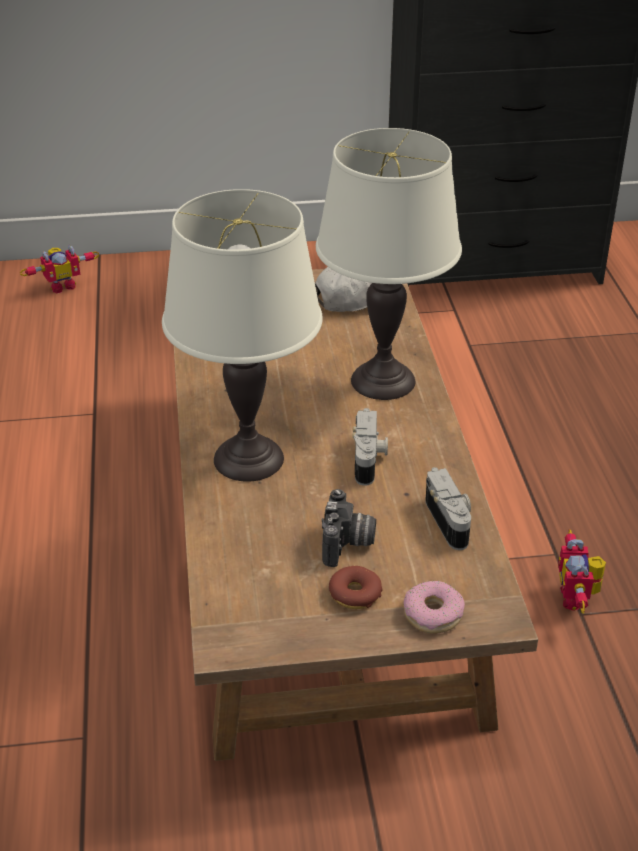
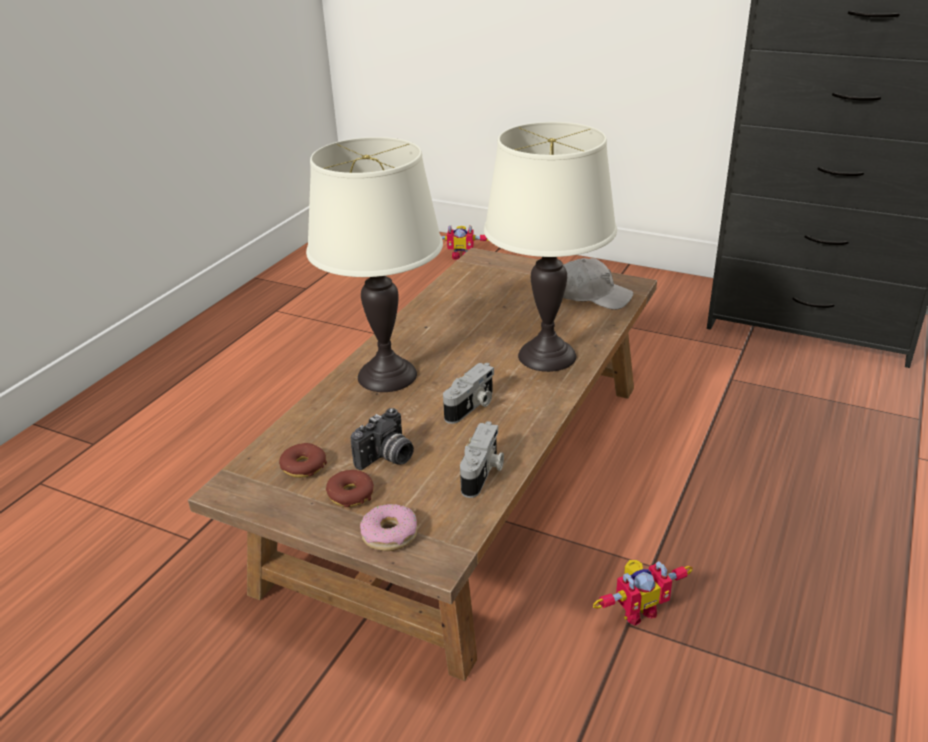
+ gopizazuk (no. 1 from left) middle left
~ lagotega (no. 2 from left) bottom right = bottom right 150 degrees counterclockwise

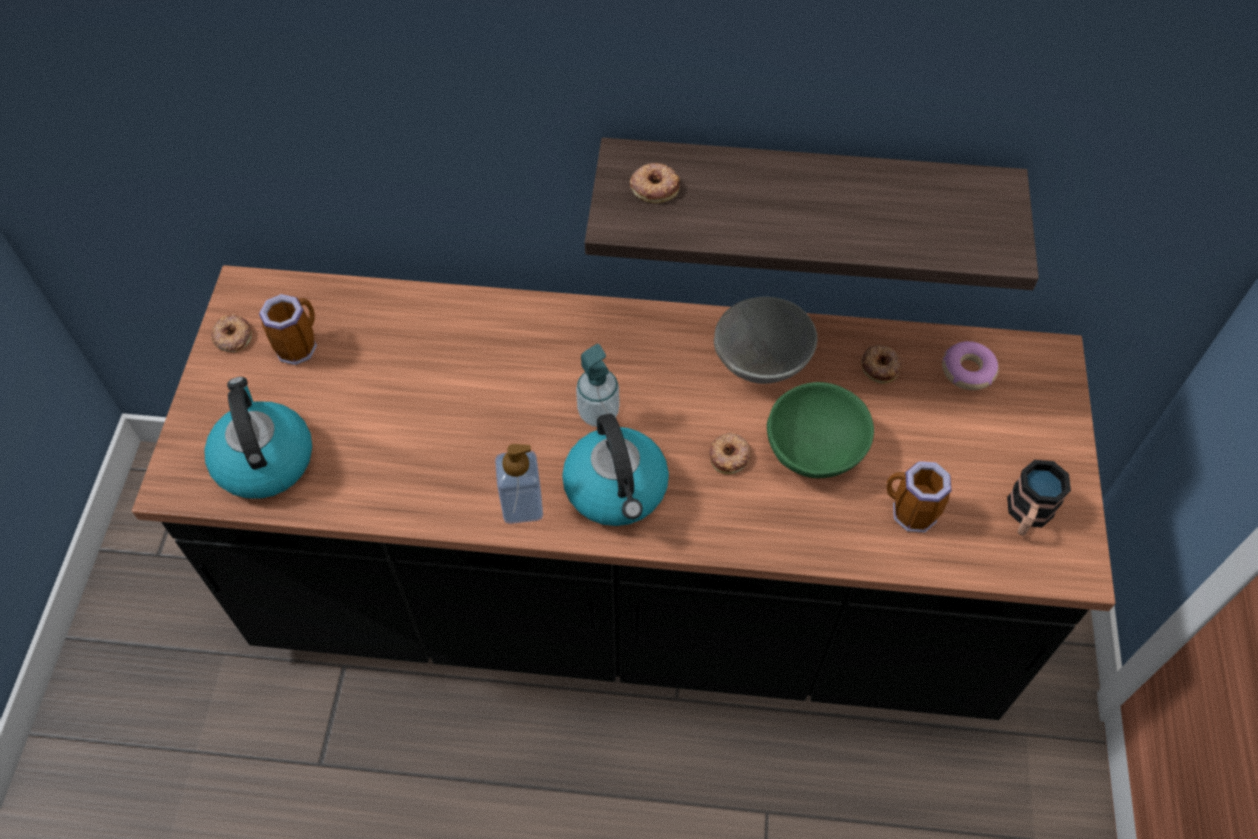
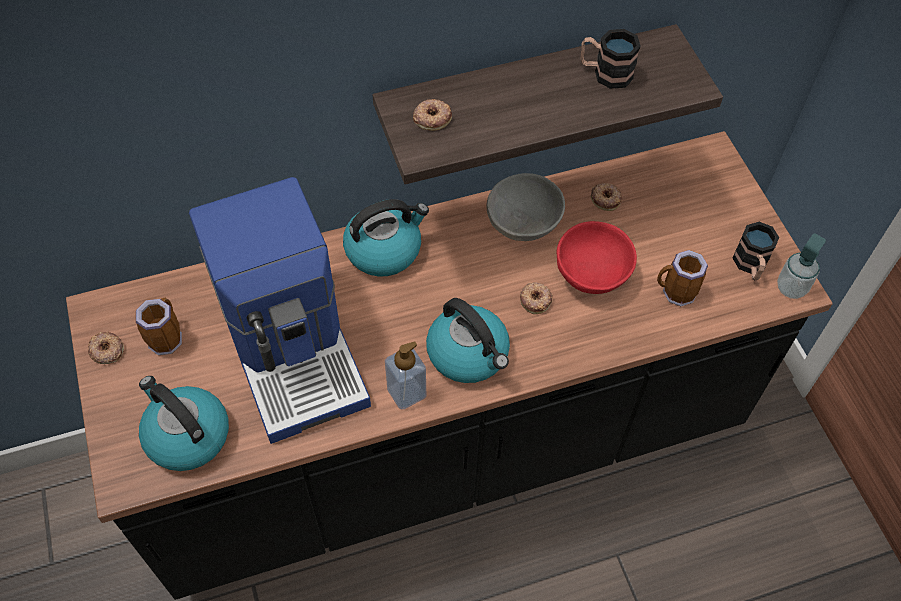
+ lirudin middle left
+ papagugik (no. 2 from left) centre
~ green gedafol centre to red gedafol centre
+ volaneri (no. 2 from left) top right
~ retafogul (no. 2 from left) centre to middle right
- gopizazuk (no. 5 from left) middle right

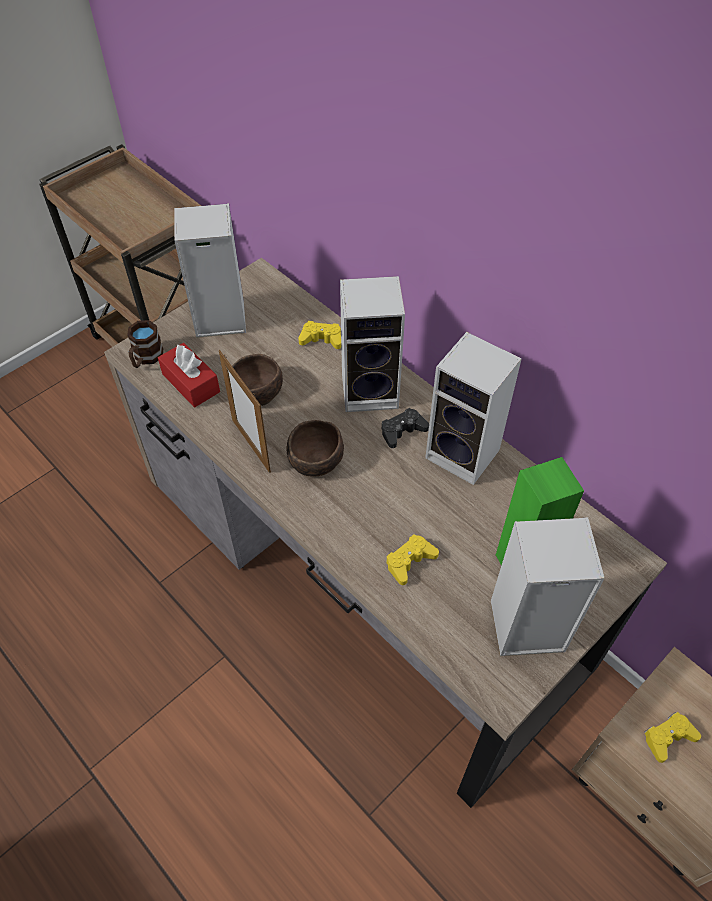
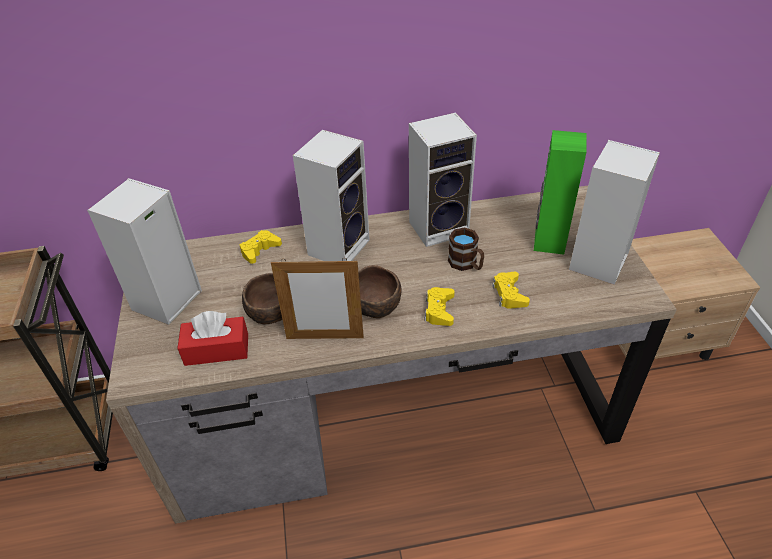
~ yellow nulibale (no. 3 from left in the first image) bottom right to yellow nulibale (no. 2 from left) centre
~ brown volaneri middle left to centre
- black nulibale centre

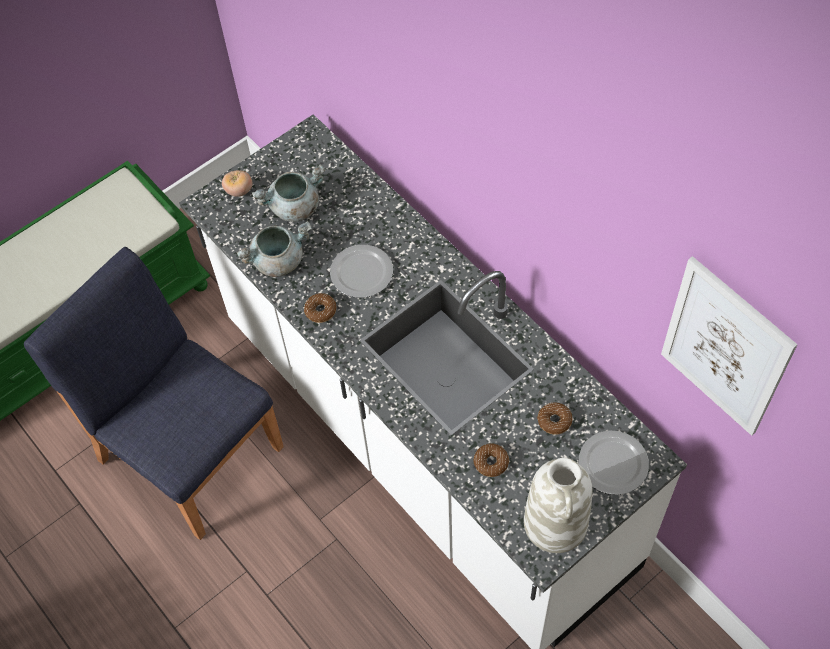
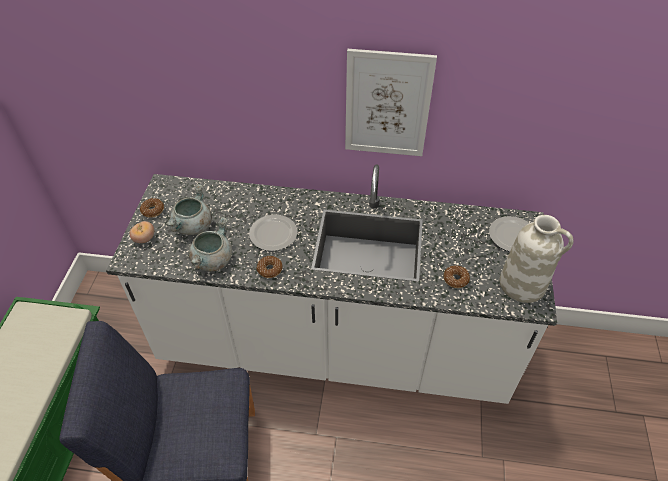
~ gopizazuk (no. 3 from left in the first image) middle right to gopizazuk (no. 1 from left) middle left
~ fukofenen middle right to top centre

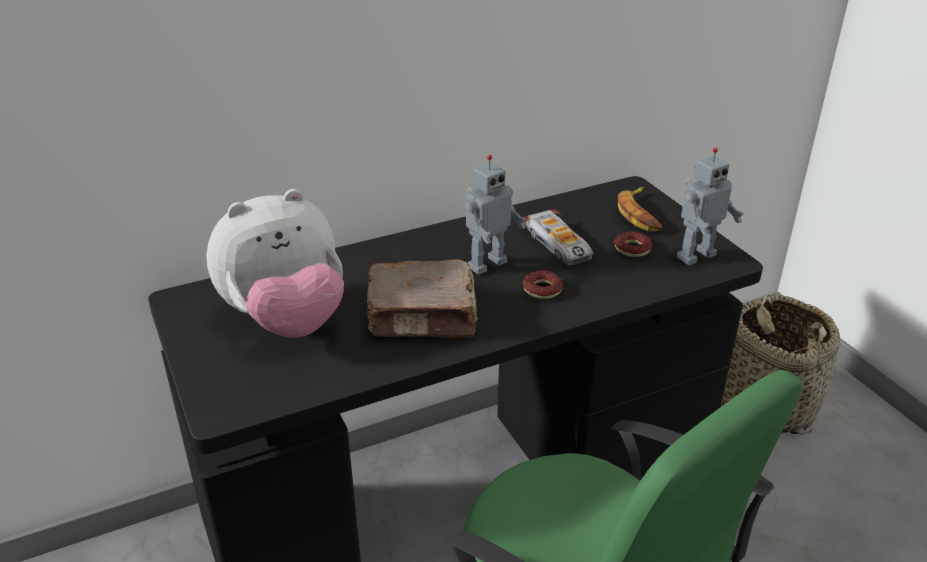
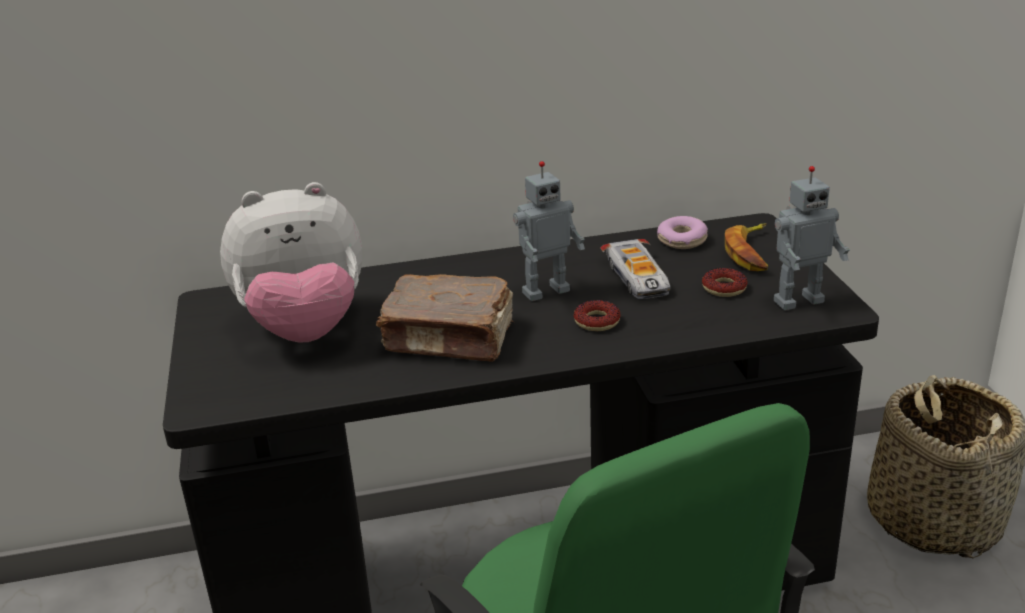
+ gopizazuk (no. 2 from left) centre

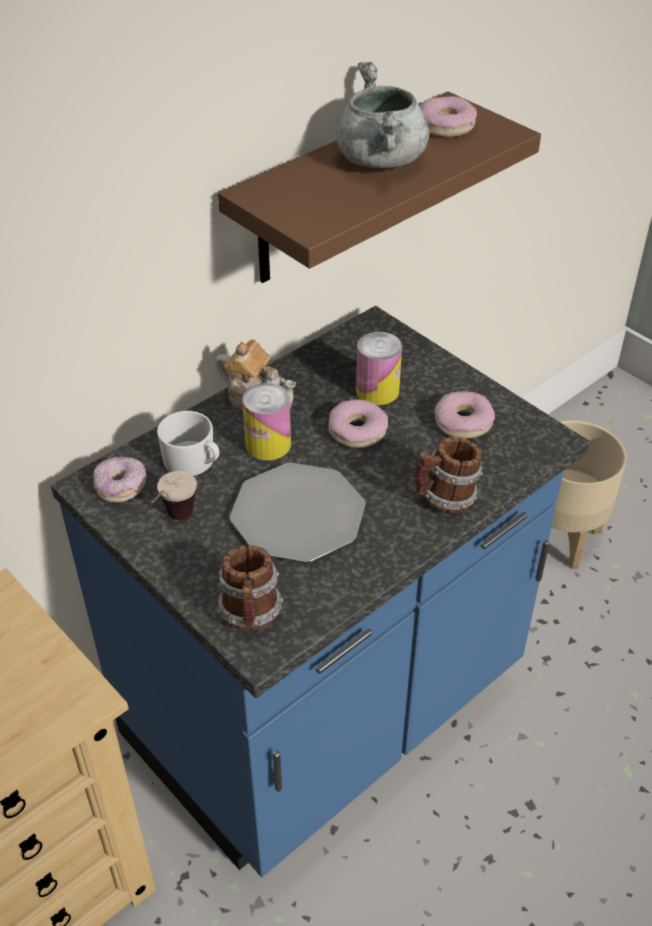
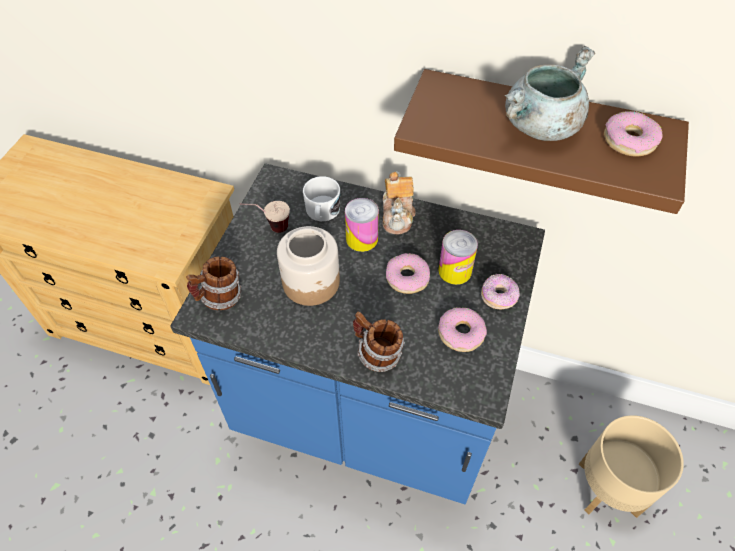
~ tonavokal centre to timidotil centre
~ gopizazuk (no. 1 from left in the first image) middle left to gopizazuk (no. 3 from left) middle right

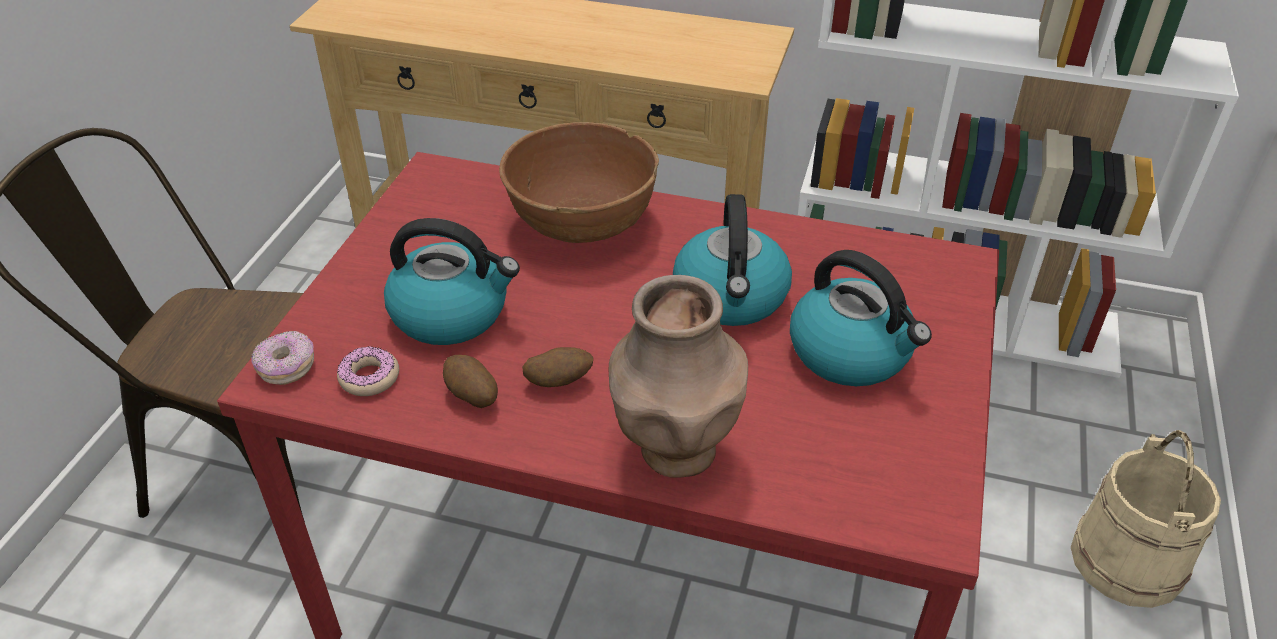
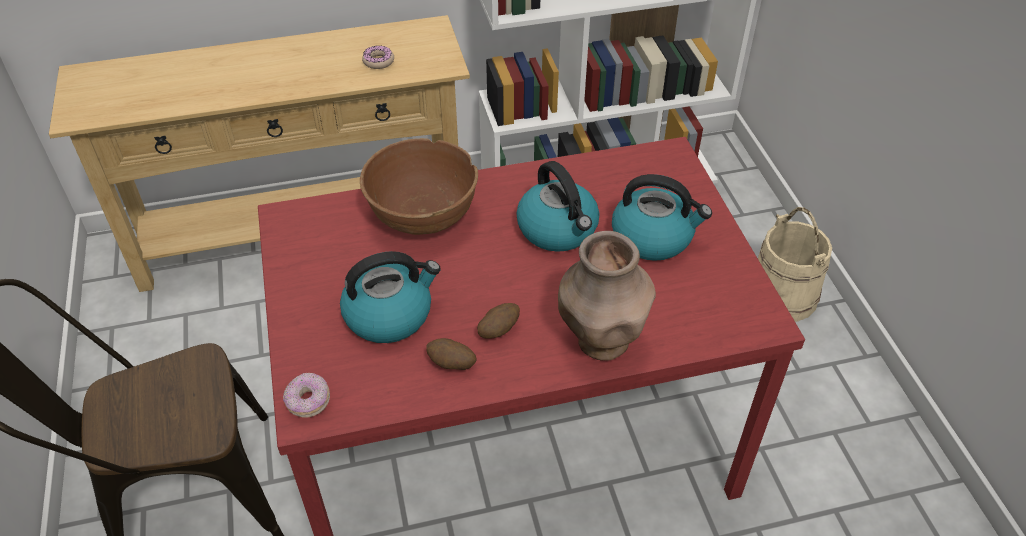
~ gopizazuk (no. 2 from left) middle left to top centre

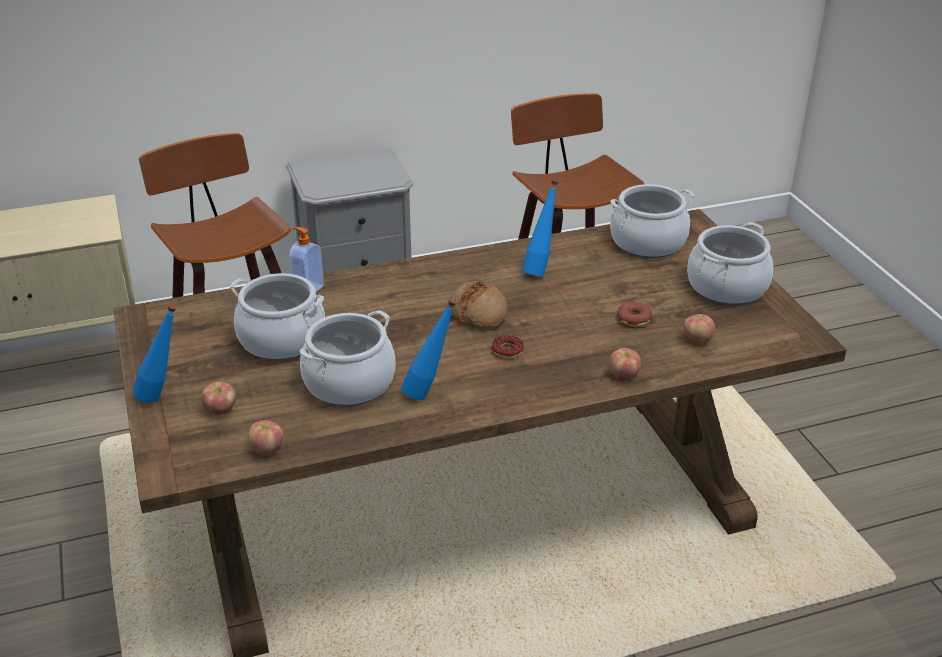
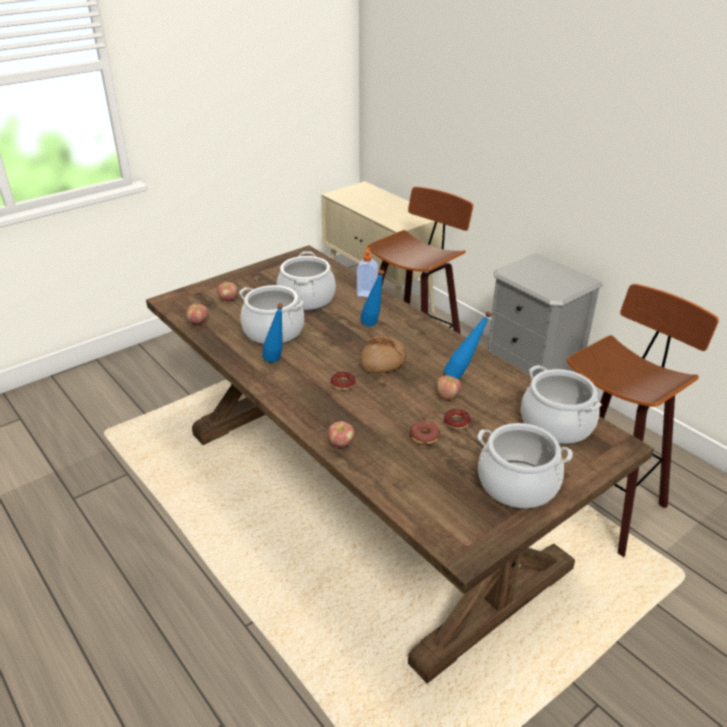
~ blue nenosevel (no. 1 from left in the first image) middle left to blue nenosevel (no. 2 from left) centre
~ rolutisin (no. 4 from left) middle right to centre
+ gopizazuk (no. 3 from left) centre

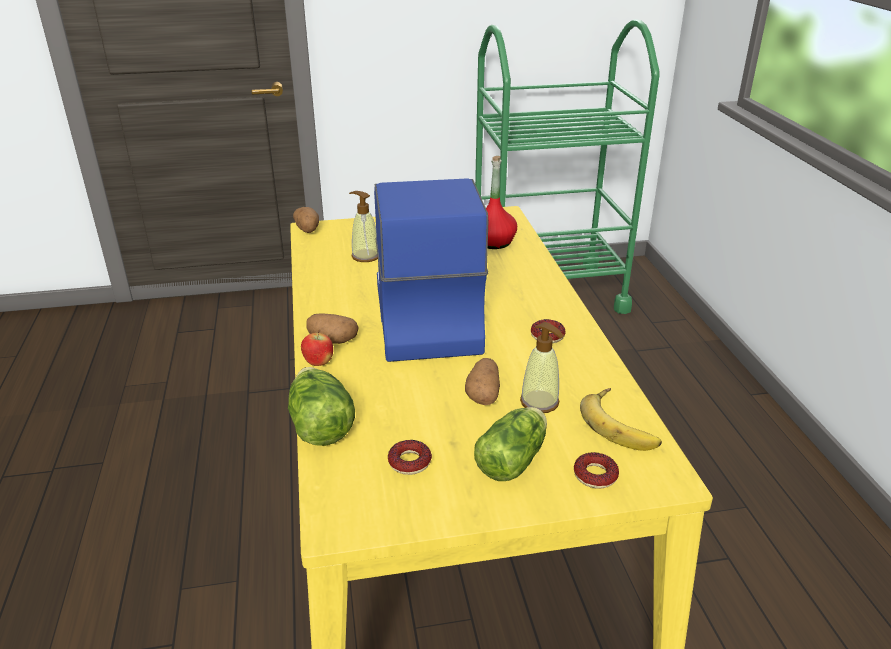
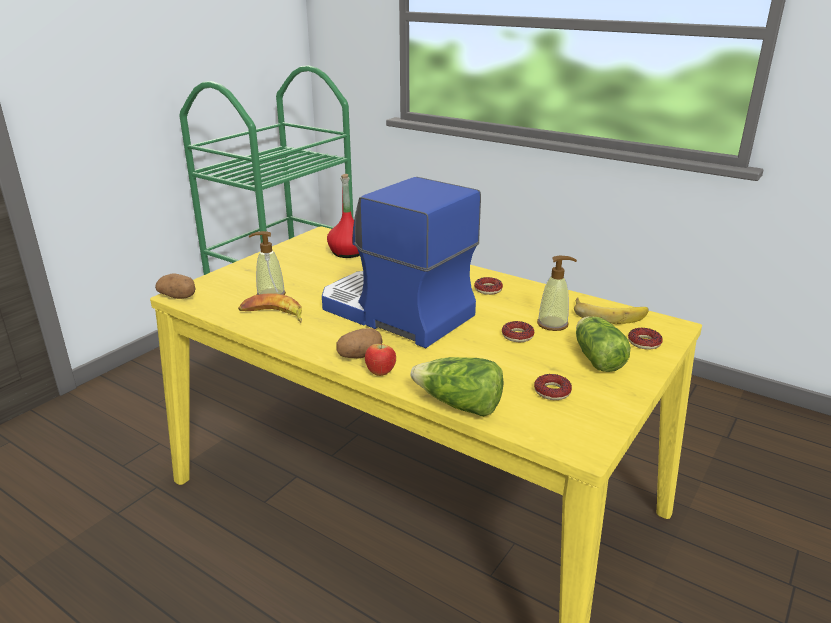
+ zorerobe (no. 1 from left) middle left
~ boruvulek (no. 3 from left) centre to gopizazuk (no. 2 from left) centre

